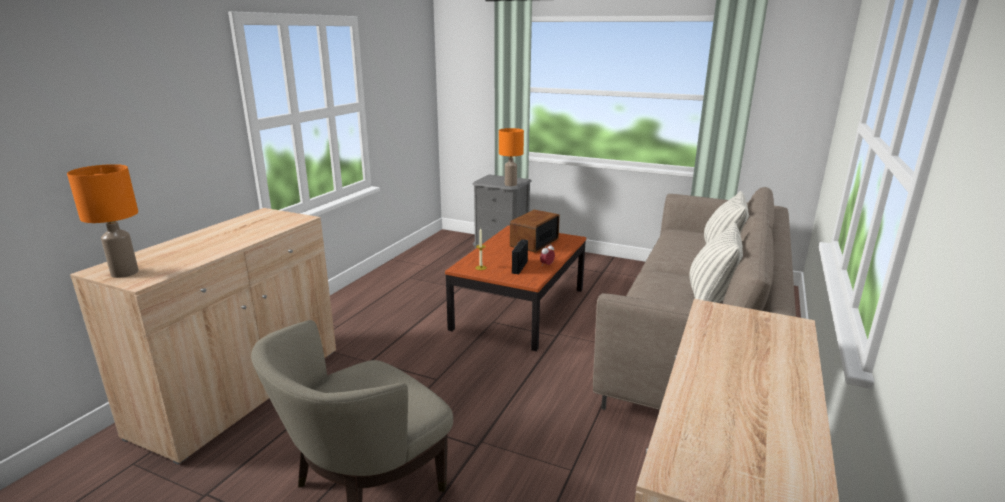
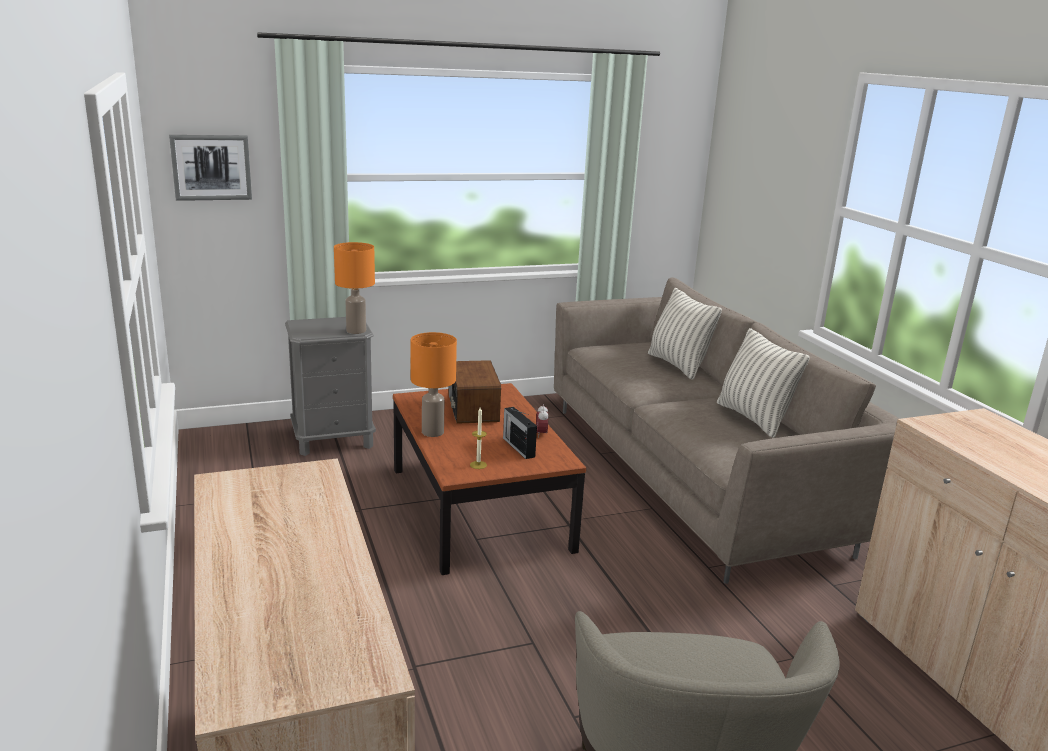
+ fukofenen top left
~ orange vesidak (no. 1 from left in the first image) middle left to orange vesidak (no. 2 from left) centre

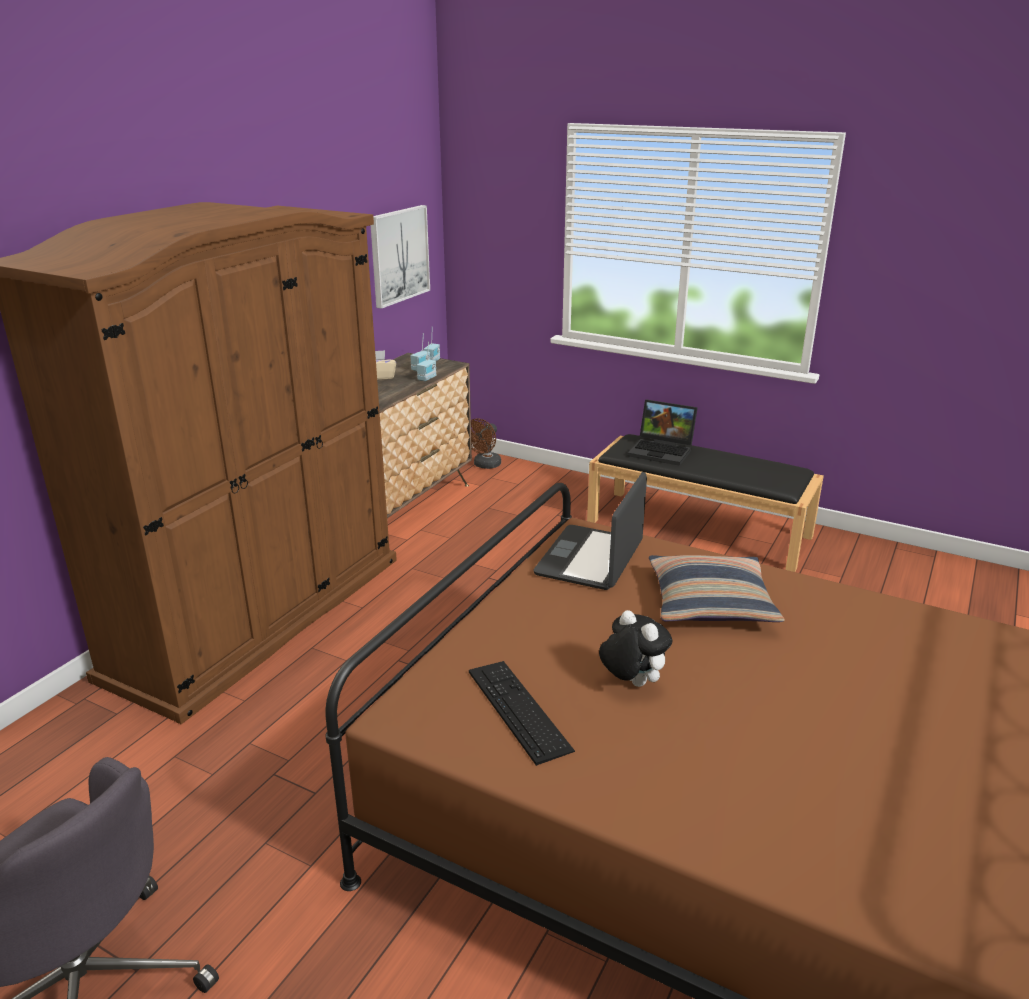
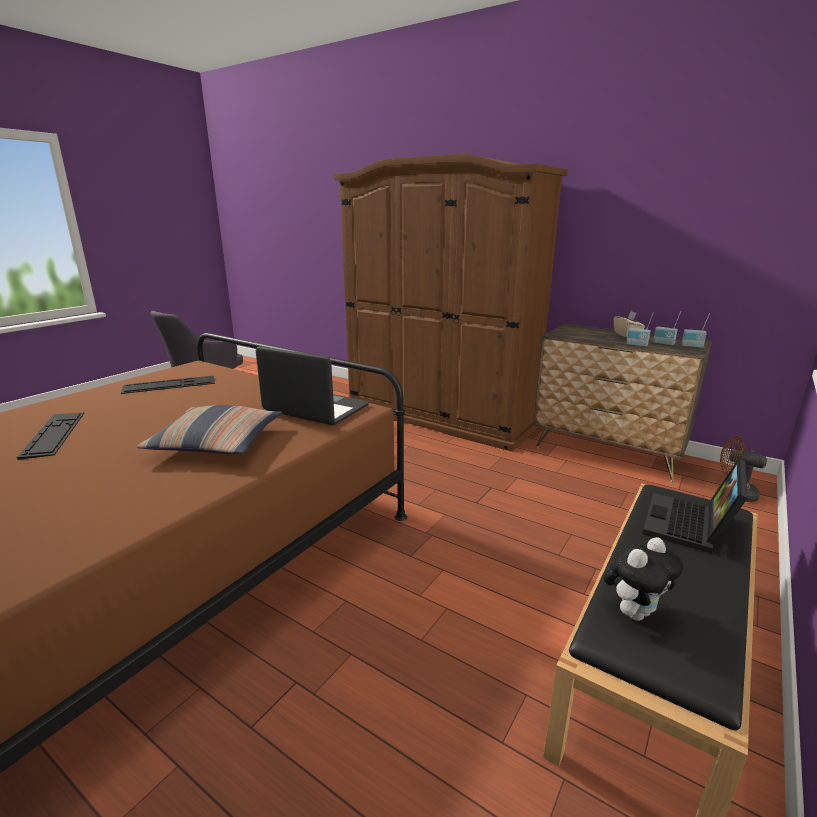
+ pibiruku (no. 1 from left) middle left
~ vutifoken centre to bottom right
- fukofenen top centre

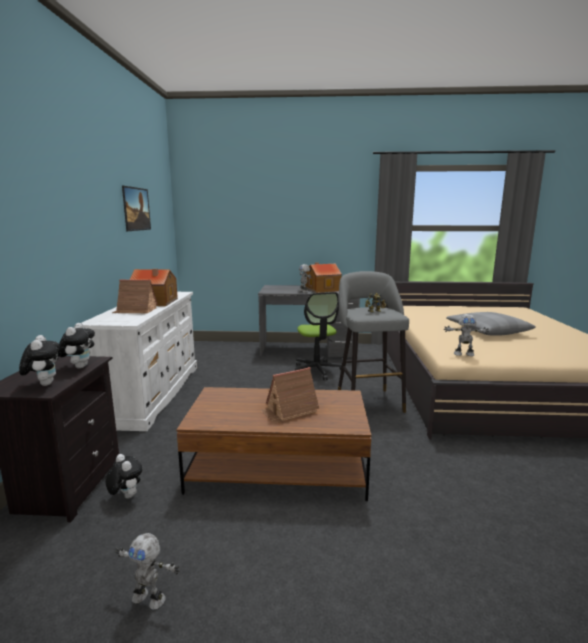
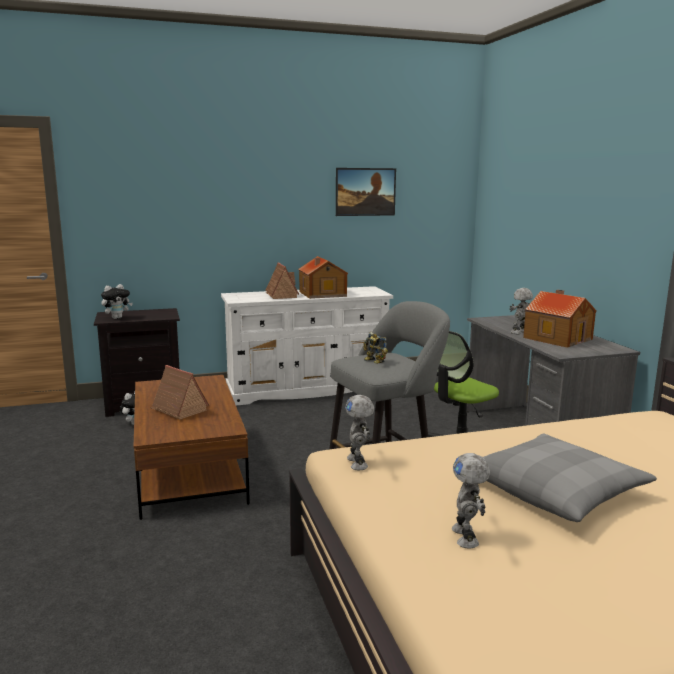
~ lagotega (no. 1 from left in the first image) bottom left to lagotega (no. 3 from left) bottom right
- vutifoken (no. 2 from left) middle left

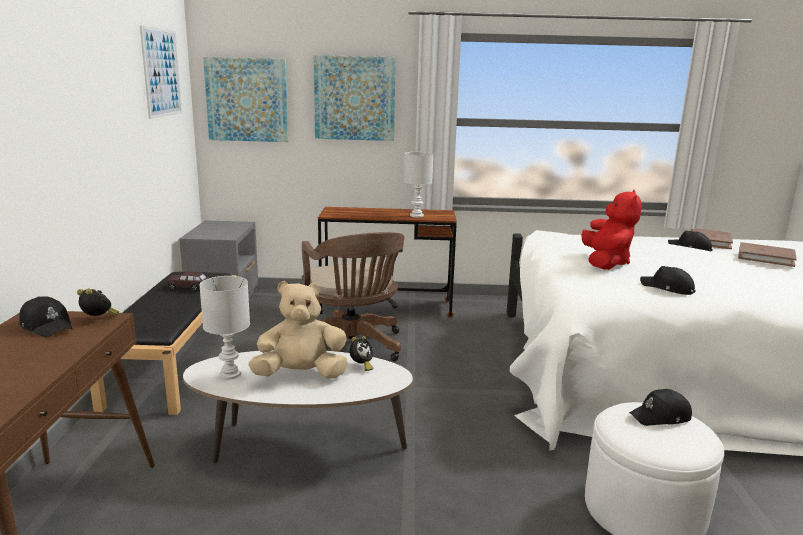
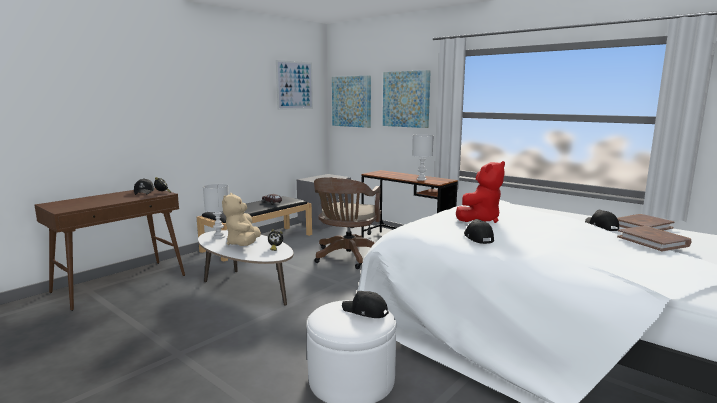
~ beige vutifoken centre = centre 120 degrees counterclockwise

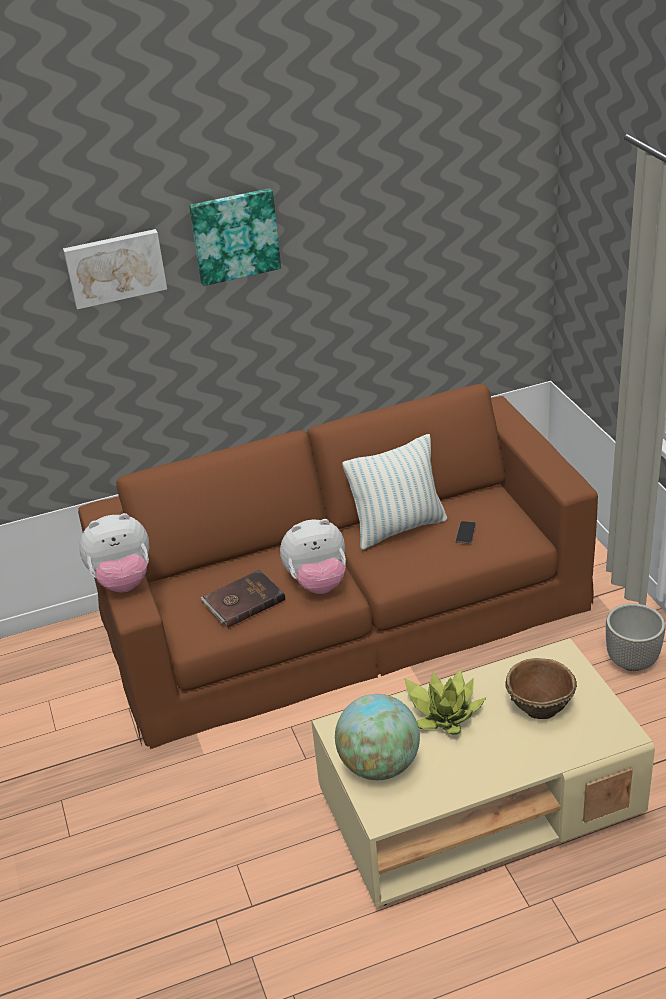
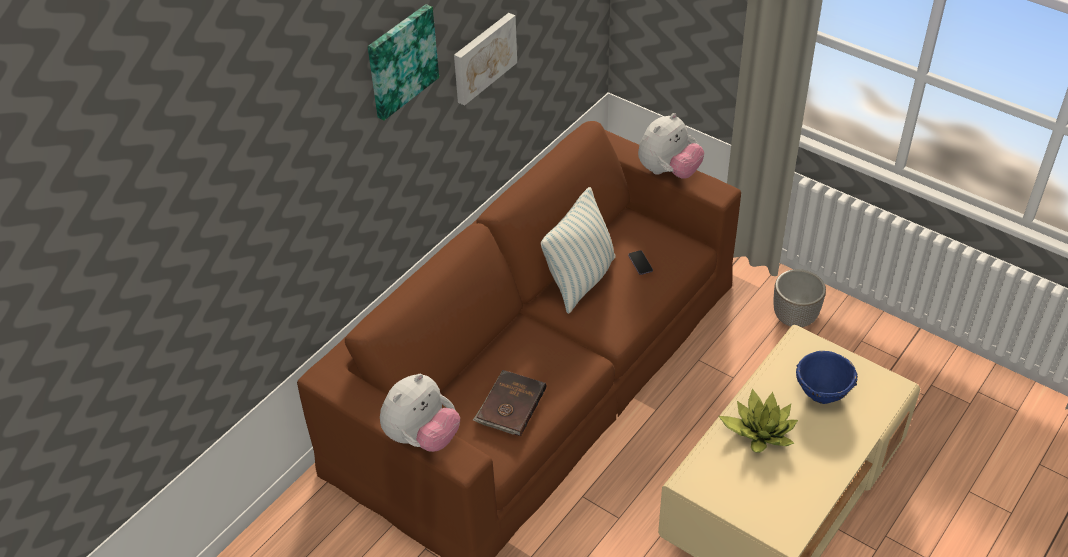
~ fukofenen (no. 1 from left in the first image) top left to fukofenen (no. 2 from left) top centre
~ vutifoken (no. 2 from left) centre to top centre
~ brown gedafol bottom right to blue gedafol bottom right
- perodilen bottom centre

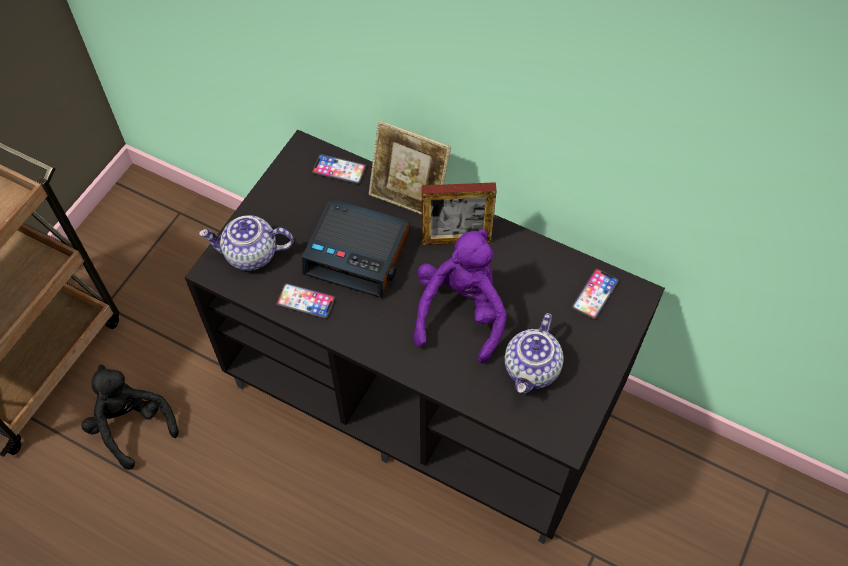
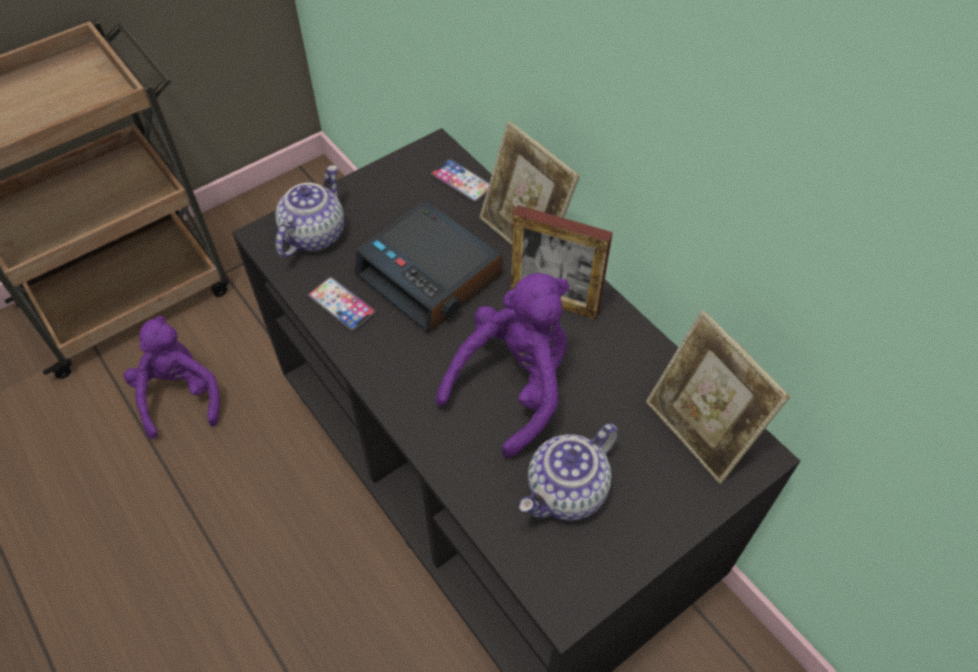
~ black vutifoken bottom left to purple vutifoken (no. 1 from left) middle left
~ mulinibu (no. 1 from left) middle left = top left 90 degrees clockwise
~ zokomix (no. 3 from left) middle right to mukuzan (no. 3 from left) middle right

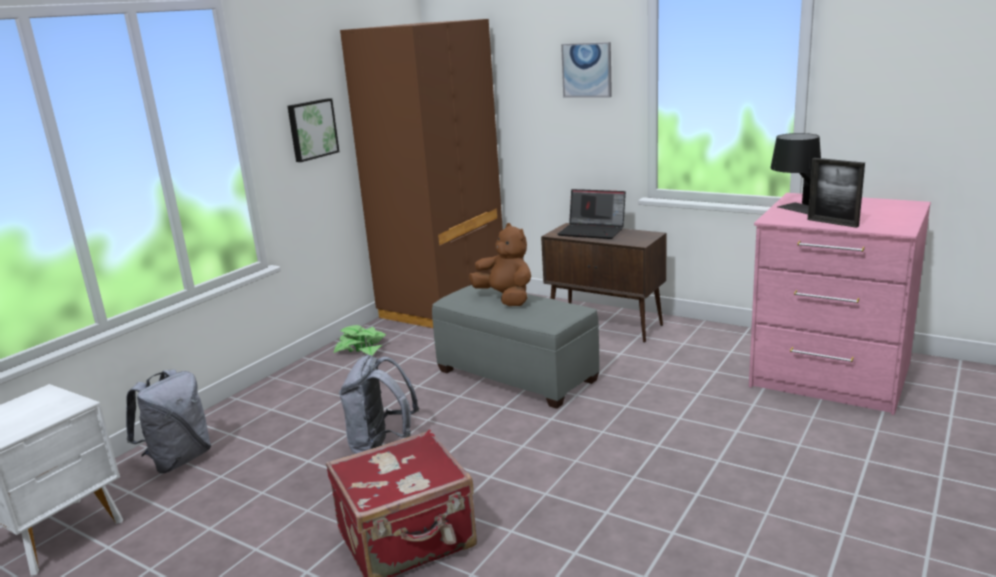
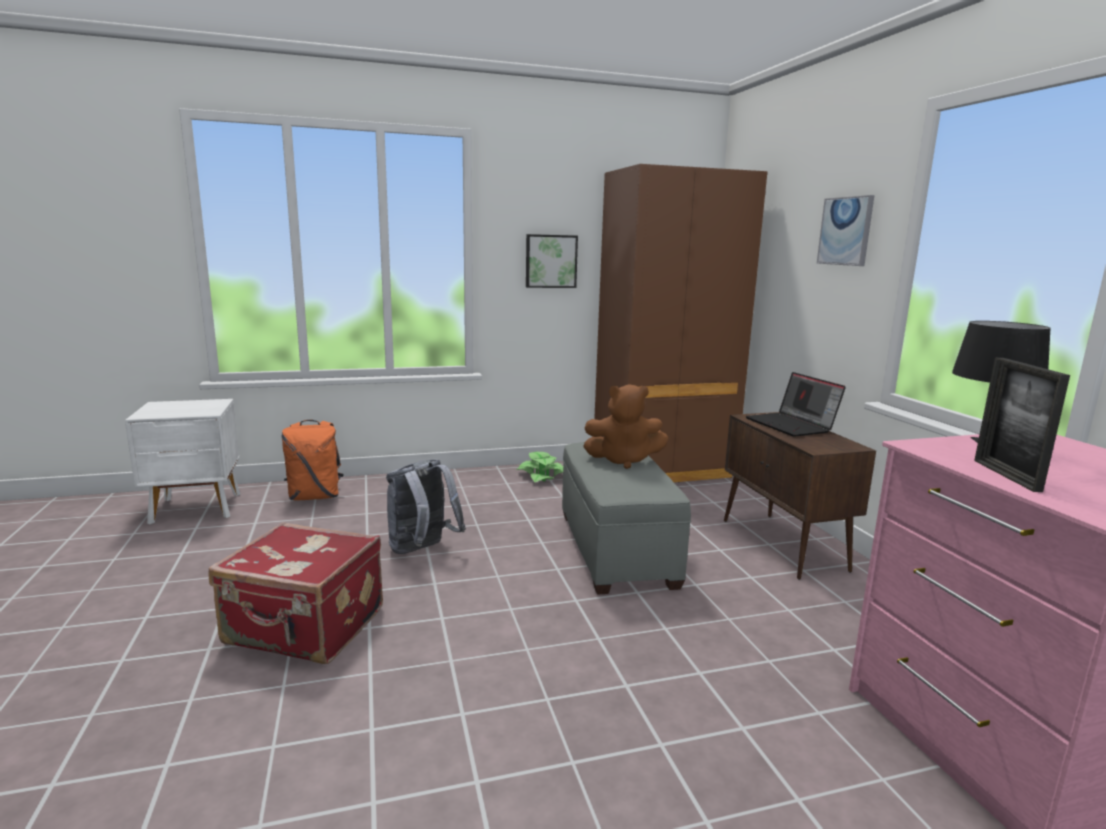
~ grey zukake (no. 1 from left) bottom left to orange zukake middle left
~ brown vutifoken centre = centre 90 degrees clockwise

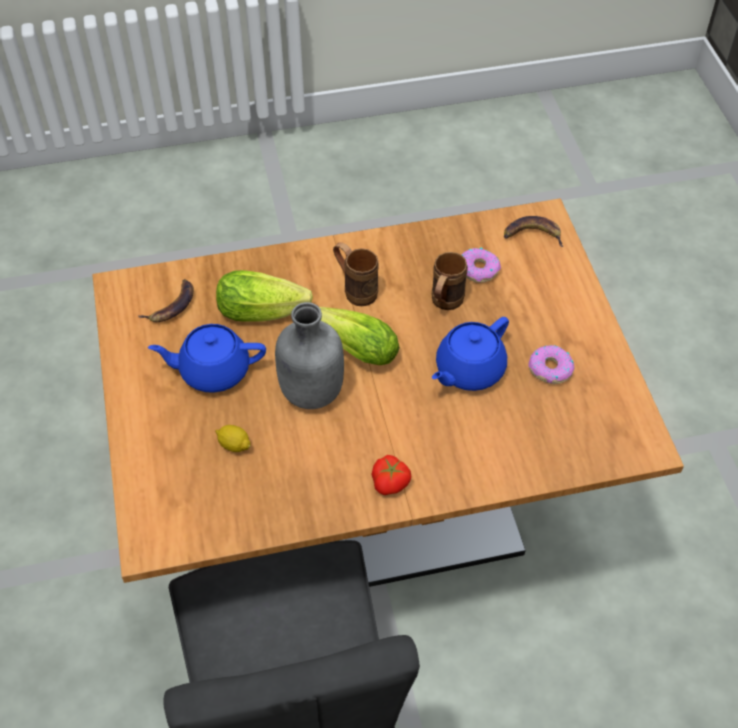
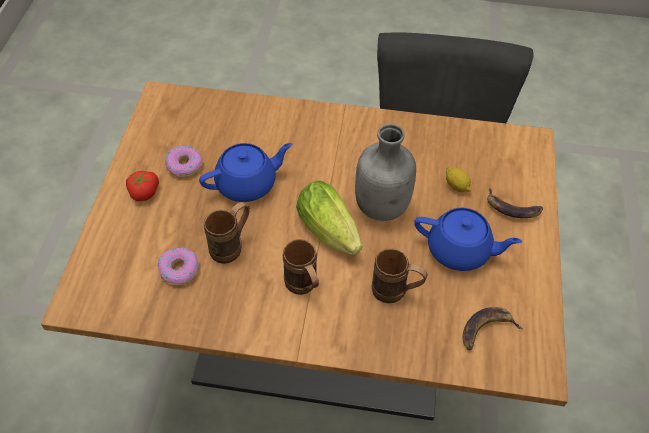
~ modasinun centre to middle left
~ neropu (no. 1 from left) centre to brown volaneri (no. 3 from left) centre
~ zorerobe (no. 2 from left) top right to middle right

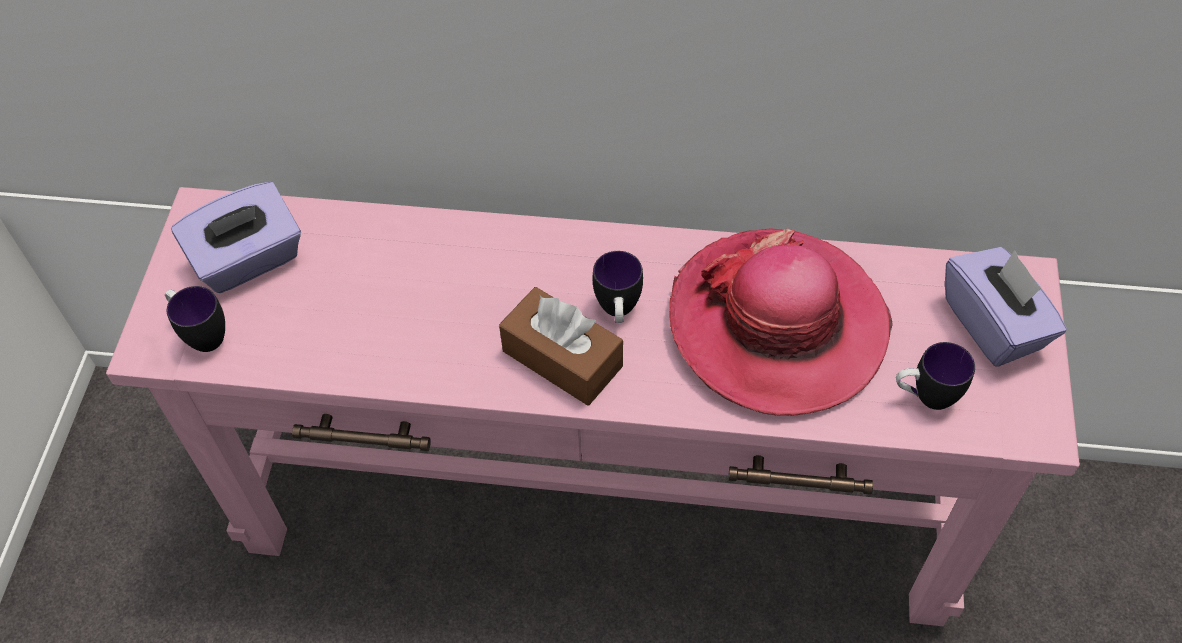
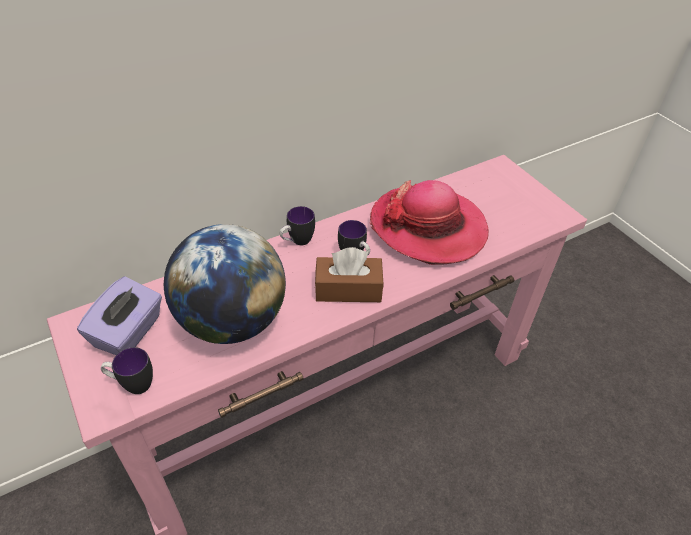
+ perodilen middle left
~ volaneri (no. 3 from left in the first image) middle right to volaneri (no. 2 from left) centre
- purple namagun (no. 2 from left) middle right

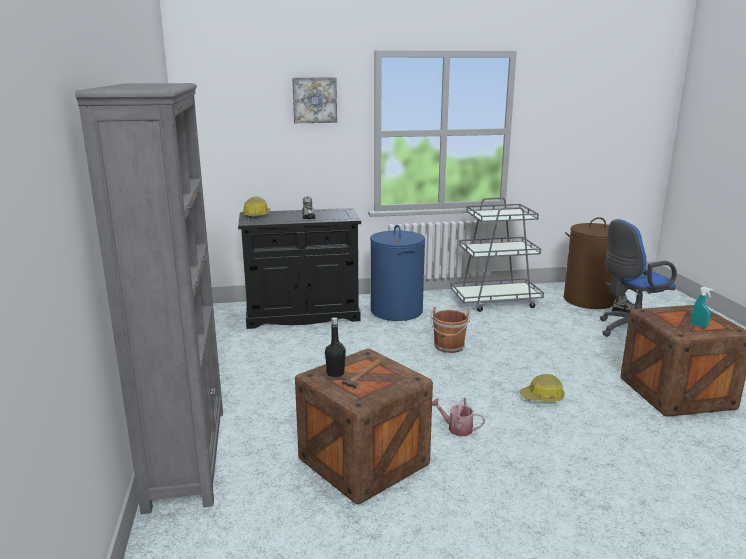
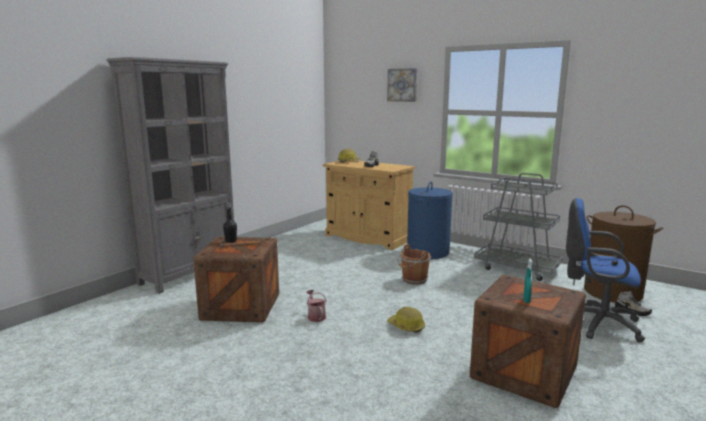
~ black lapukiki centre to beige lapukiki centre

